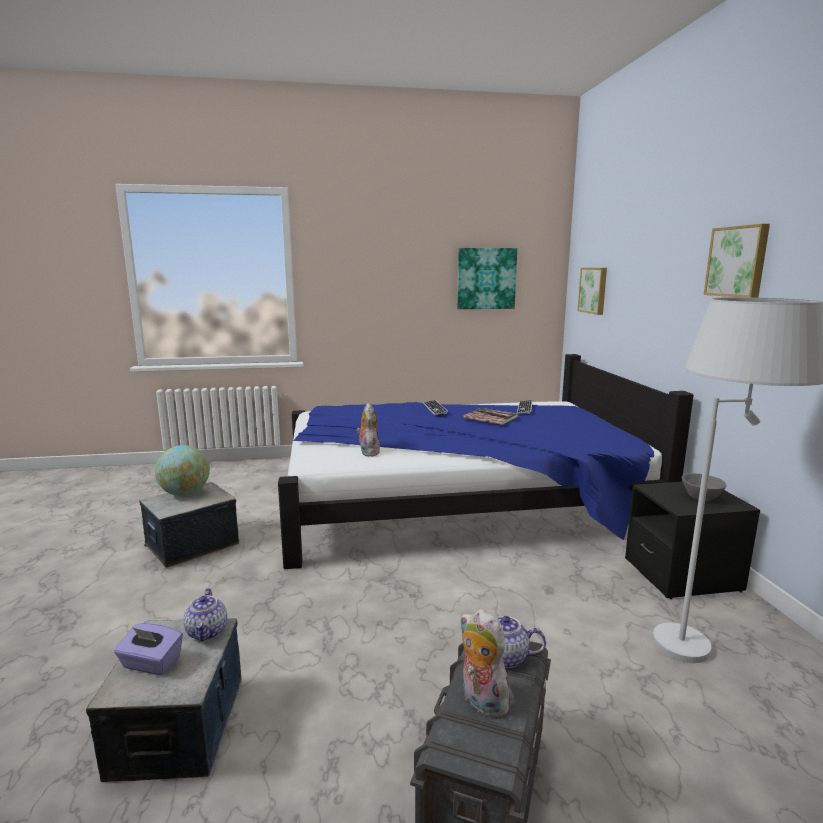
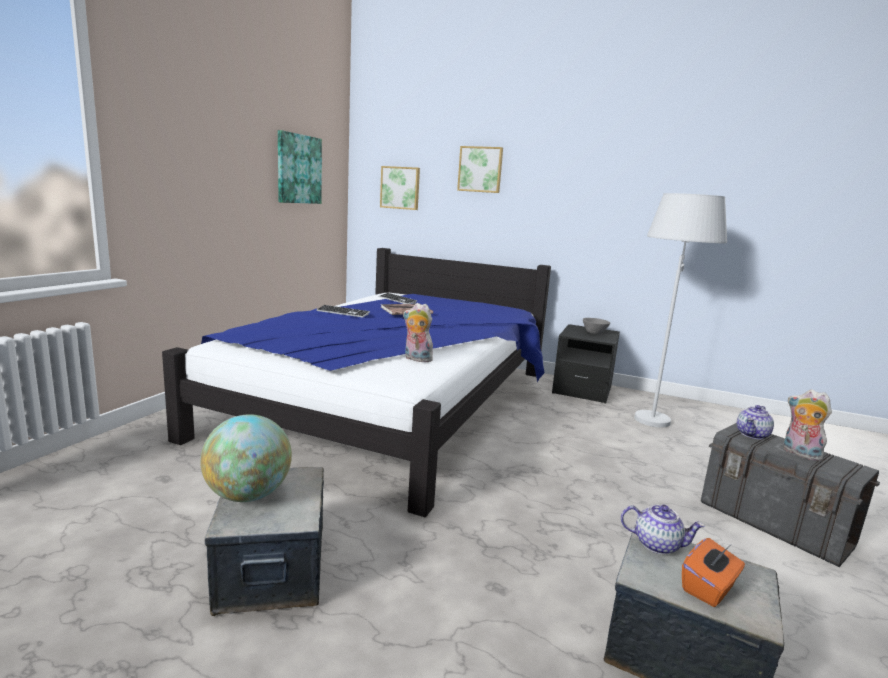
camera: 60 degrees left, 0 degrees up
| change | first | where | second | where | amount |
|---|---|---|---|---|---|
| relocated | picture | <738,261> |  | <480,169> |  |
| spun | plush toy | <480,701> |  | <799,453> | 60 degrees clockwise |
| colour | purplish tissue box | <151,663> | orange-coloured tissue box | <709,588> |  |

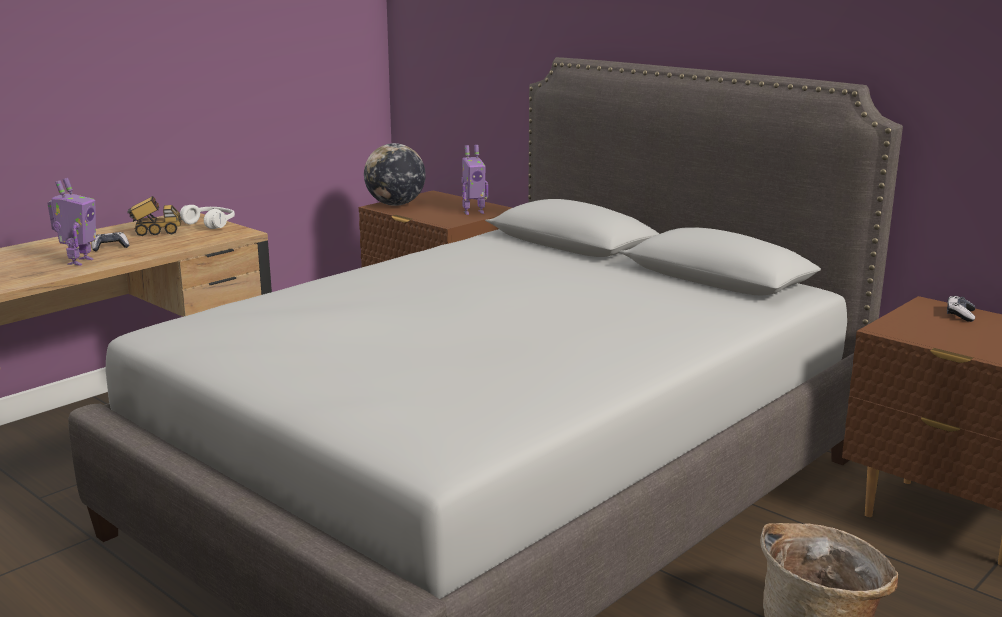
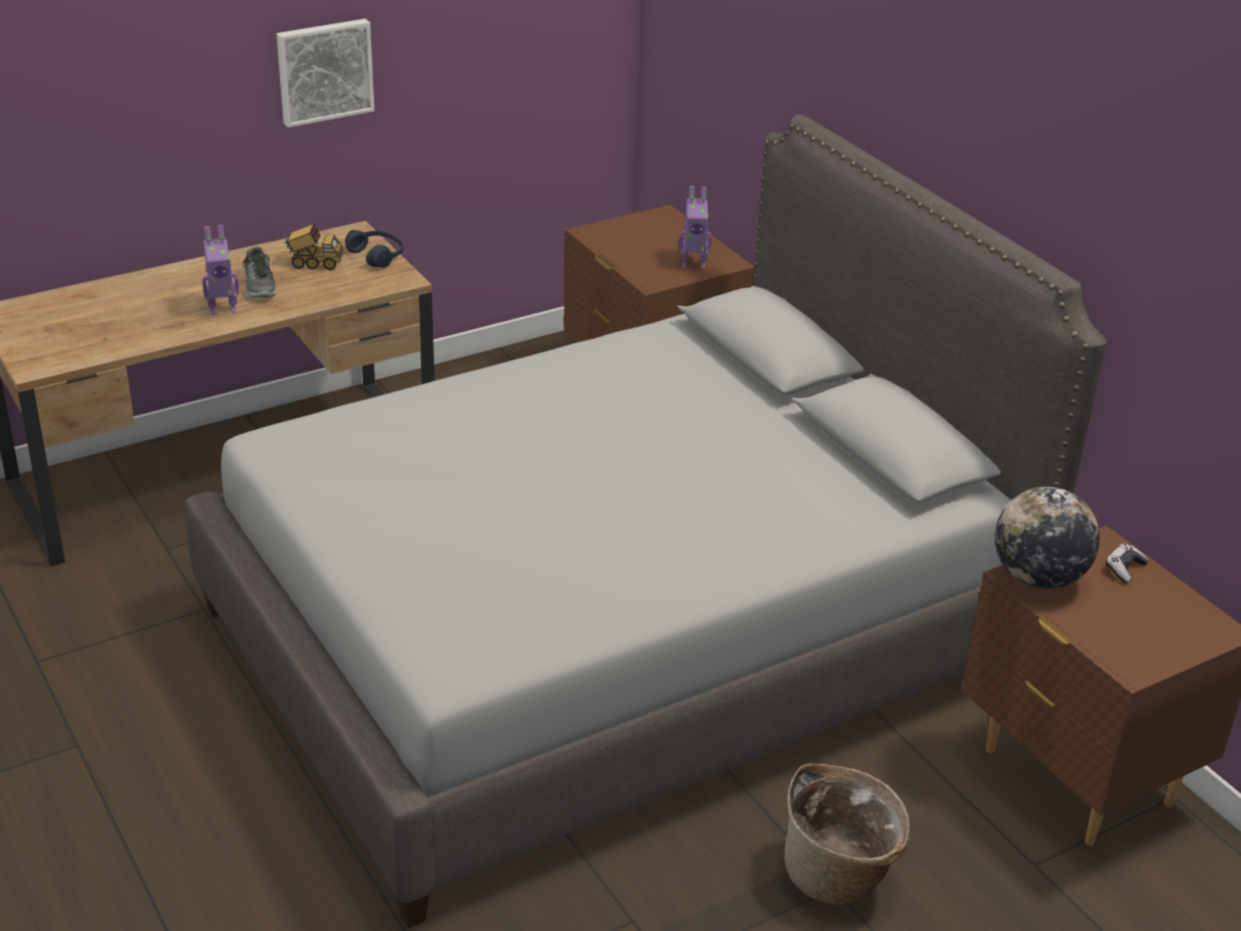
camera: 15 degrees right, 15 degrees up
| change | first | where | second | where | amount |
|---|---|---|---|---|---|
| relocated | globe | <395,204> |  | <1038,578> |  |
| spun | toy robot | <79,261> |  | <222,309> | 45 degrees clockwise |
| colour | whitish pair of headphones | <210,224> | blue-coloured pair of headphones | <377,256> |  |
| exchanged | joypad | <110,247> | low shoe | <260,286> |  |
| appeared |  |  | picture | <324,71> |  |

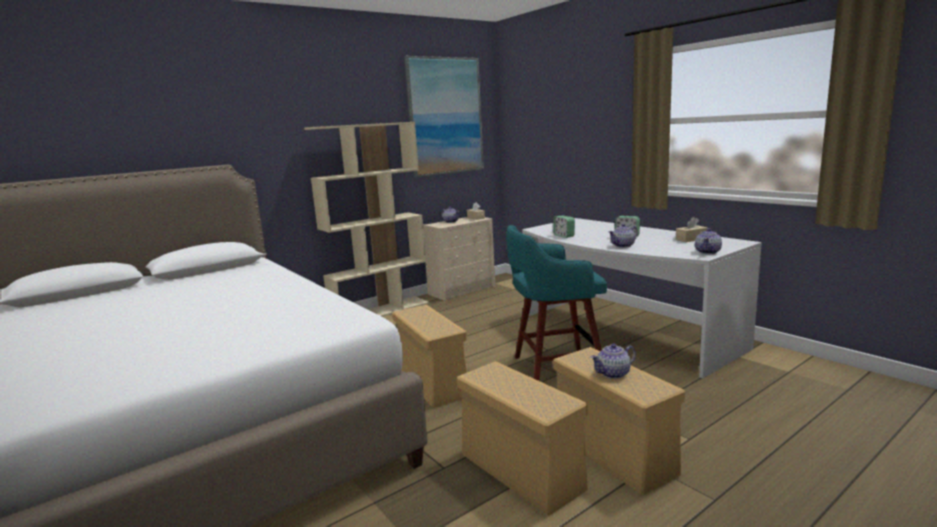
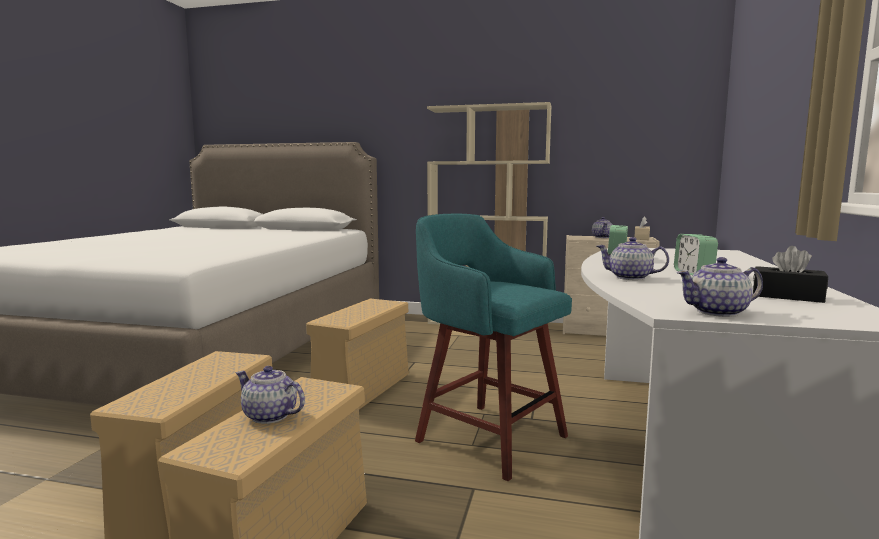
camera: 50 degrees right, 5 degrees down
| change | first | where | second | where | amount |
|---|---|---|---|---|---|
| missing | picture | <445,116> |  |  |  |
| colour | beige-coloured tissue box | <691,239> | blackish tissue box | <787,296> |  |

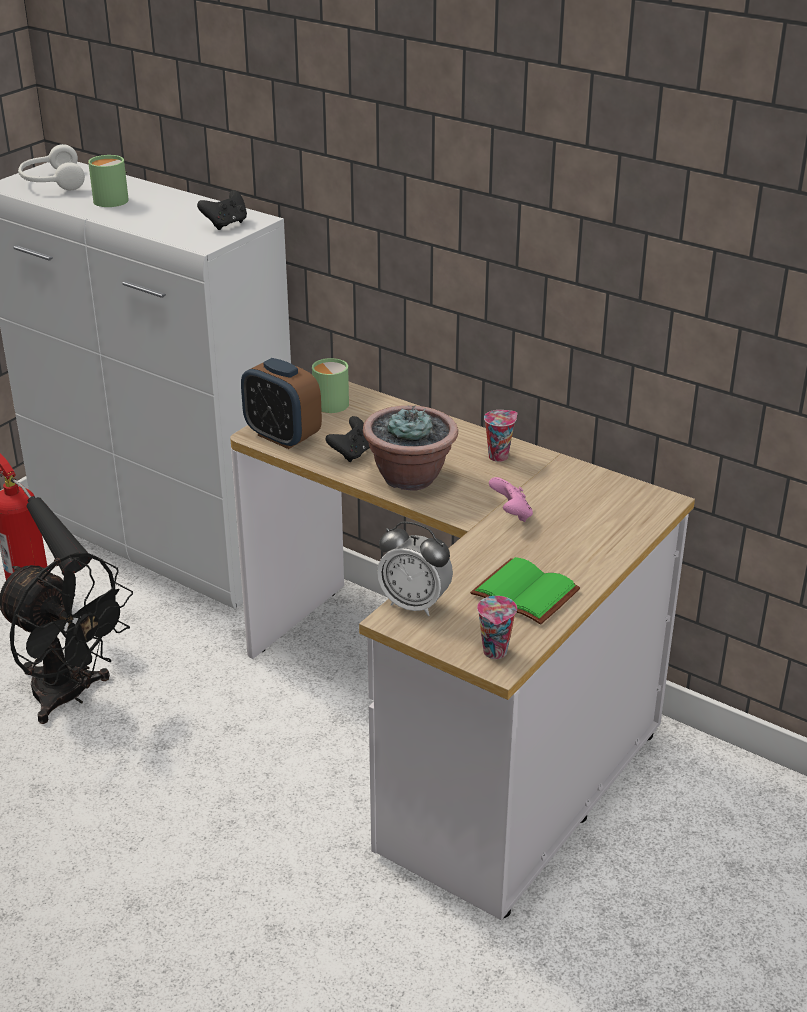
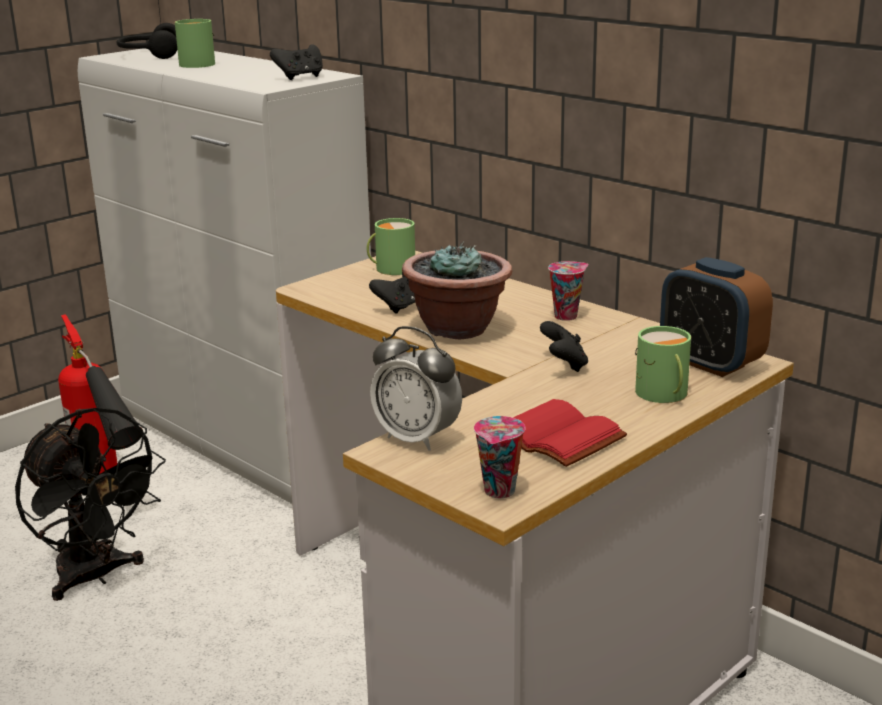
camera: 10 degrees right, 10 degrees down
| change | first | where | second | where | amount |
|---|---|---|---|---|---|
| colour | whitish pair of headphones | <51,182> | blackish pair of headphones | <149,55> |  |
| relocated | alarm clock | <282,436> |  | <710,363> |  |
| colour | pink joypad | <511,514> | blackish joypad | <564,365> |  |
| colour | green book | <522,594> | red book | <553,437> |  |
| appeared |  |  | green tea mug | <663,394> |  |

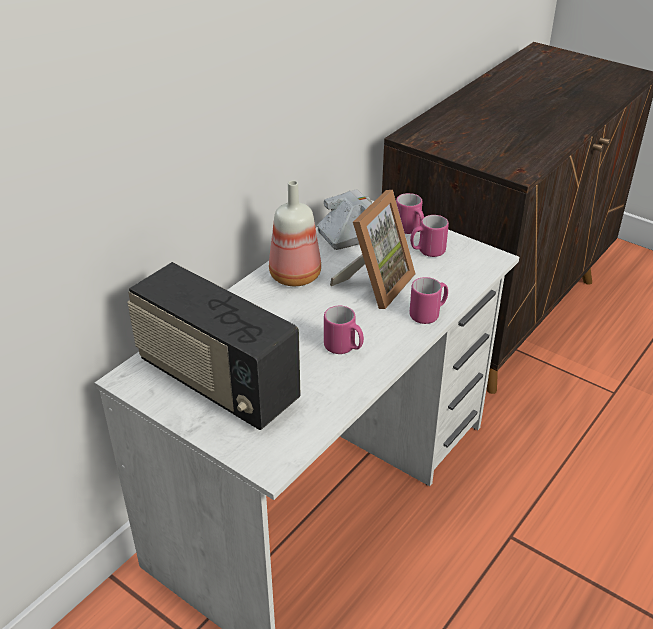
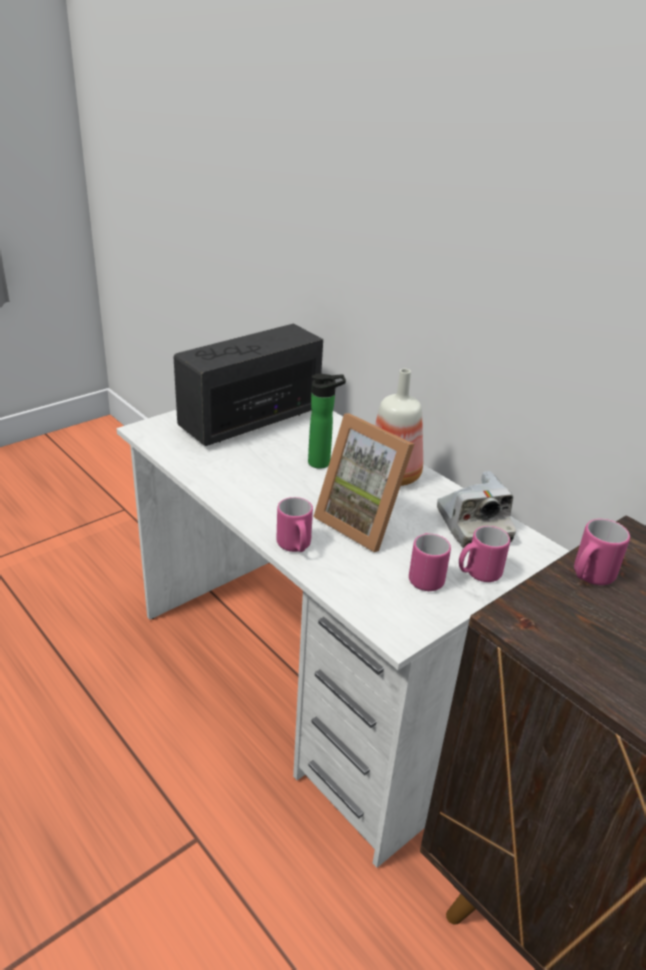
camera: 100 degrees right, 5 degrees down
| change | first | where | second | where | amount |
|---|---|---|---|---|---|
| relocated | pink tea mug | <344,348> |  | <589,577> |  |
| appeared |  |  | bottle | <322,463> |  |

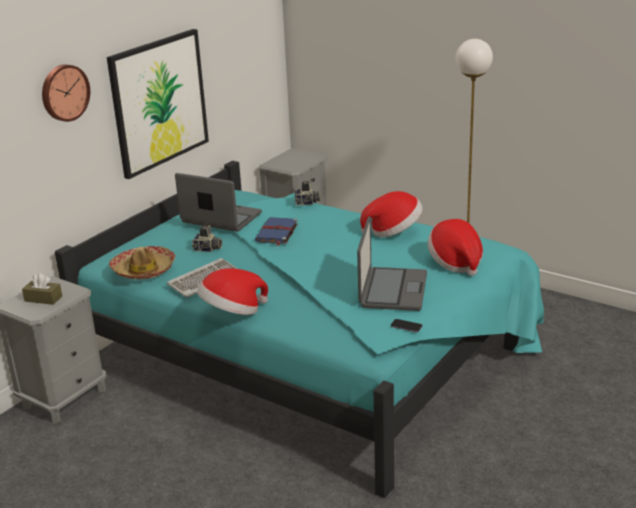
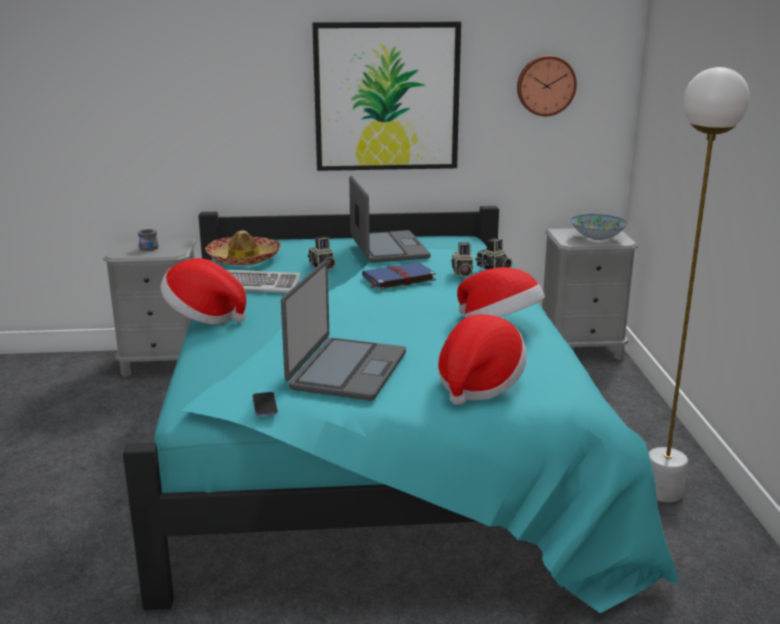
camera: 50 degrees right, 5 degrees down
| change | first | where | second | where | amount |
|---|---|---|---|---|---|
| relocated | wall clock | <64,92> |  | <545,85> |  |
| spun | portable computer | <392,290> |  | <346,370> | 45 degrees counterclockwise |
| exchanged | brown tissue box | <43,299> | gray tea mug | <148,247> |  |
| appeared |  |  | bowl | <597,238> |  |
| appeared |  |  | still camera | <462,273> |  |

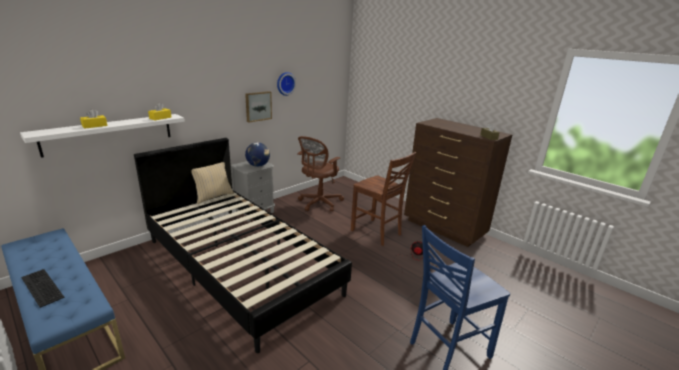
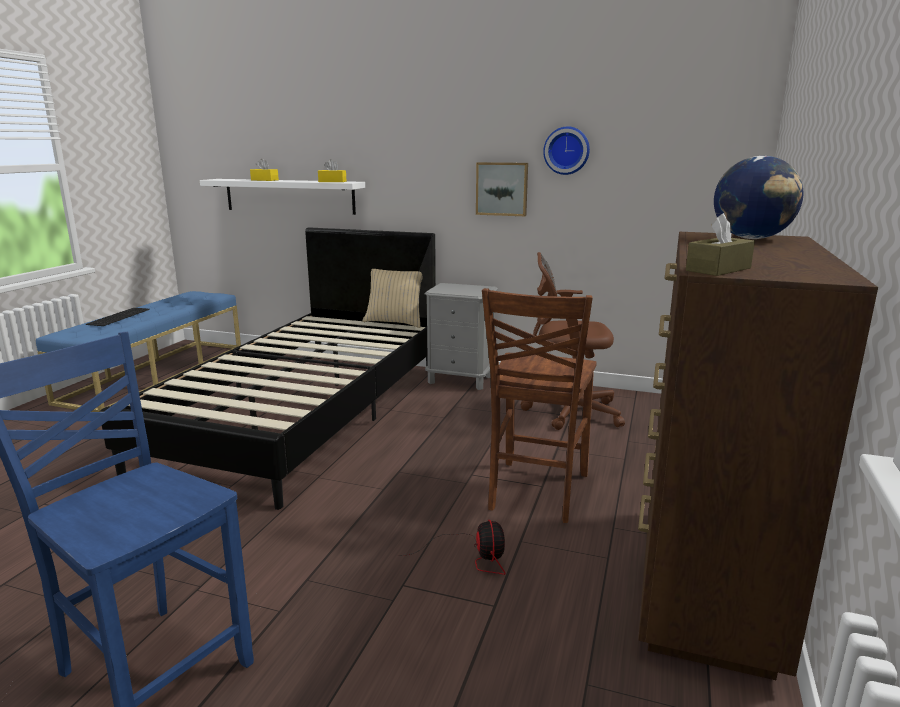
camera: 65 degrees right, 5 degrees down
| change | first | where | second | where | amount |
|---|---|---|---|---|---|
| relocated | globe | <258,165> |  | <752,238> |  |

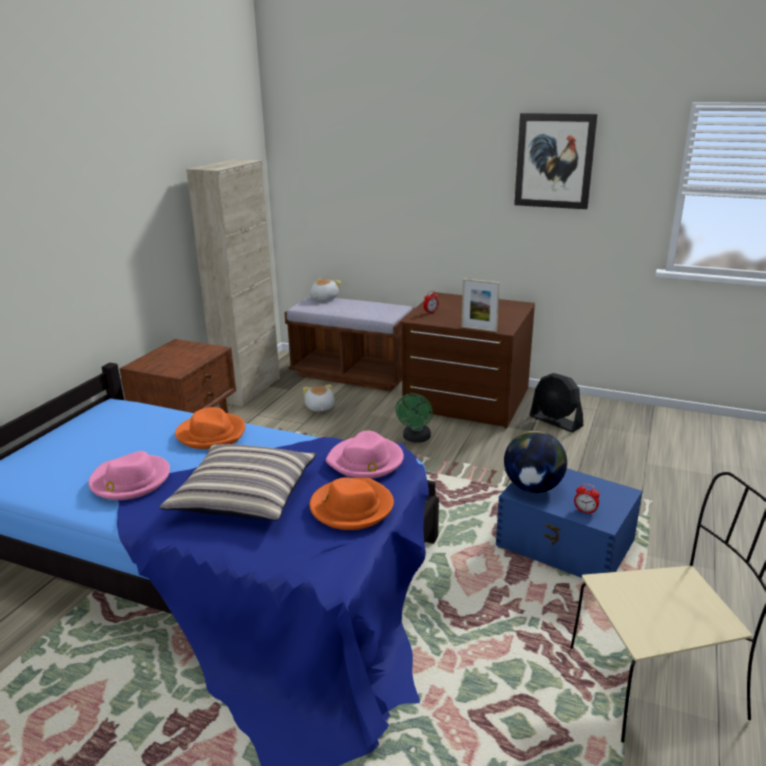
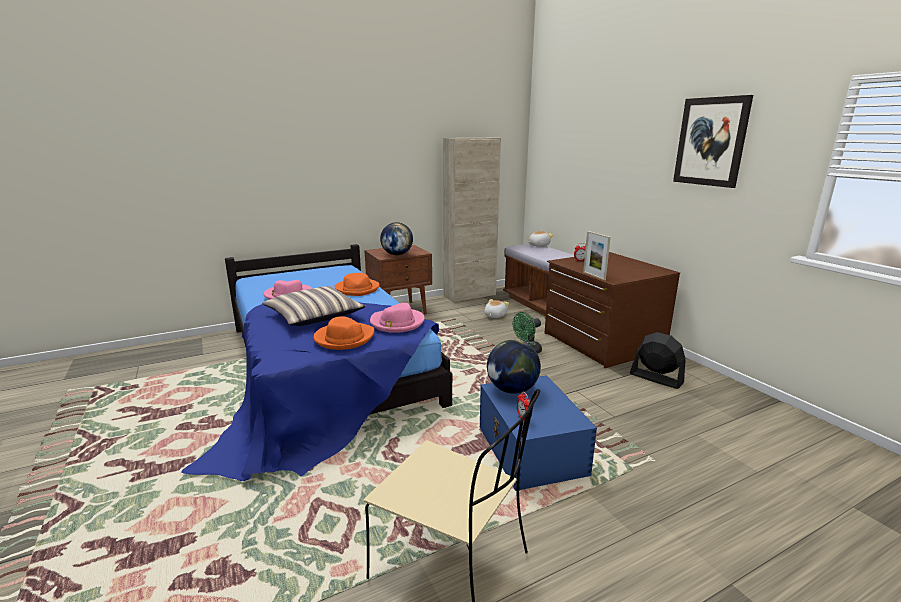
camera: 40 degrees right, 5 degrees down
| change | first | where | second | where | amount |
|---|---|---|---|---|---|
| spun | blackish cooling fan | <555,421> |  | <655,378> | 135 degrees clockwise |
| appeared |  |  | globe | <397,254> |  |

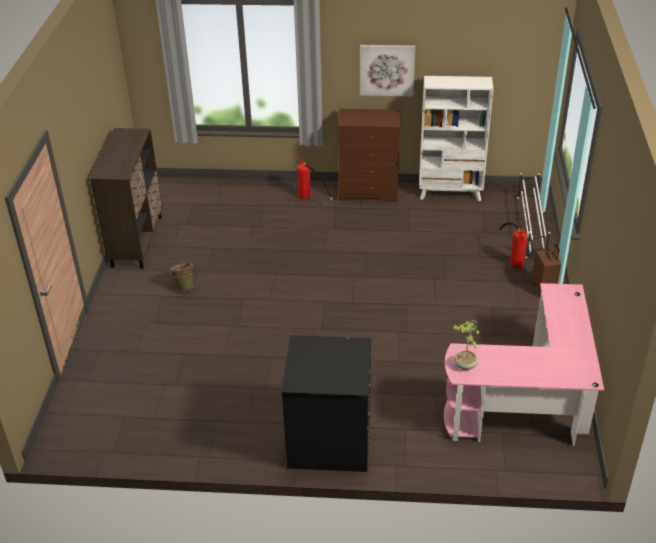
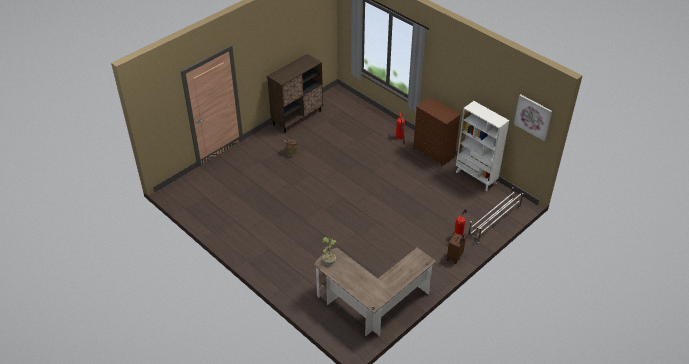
camera: 40 degrees right, 5 degrees up
| change | first | where | second | where | amount |
|---|---|---|---|---|---|
| relocated | picture | <387,69> |  | <533,117> |  |
| colour | pink desk | <530,404> | brown desk | <371,305> |  |
| missing | blackish laundry appliance | <329,441> |  |  |  |

